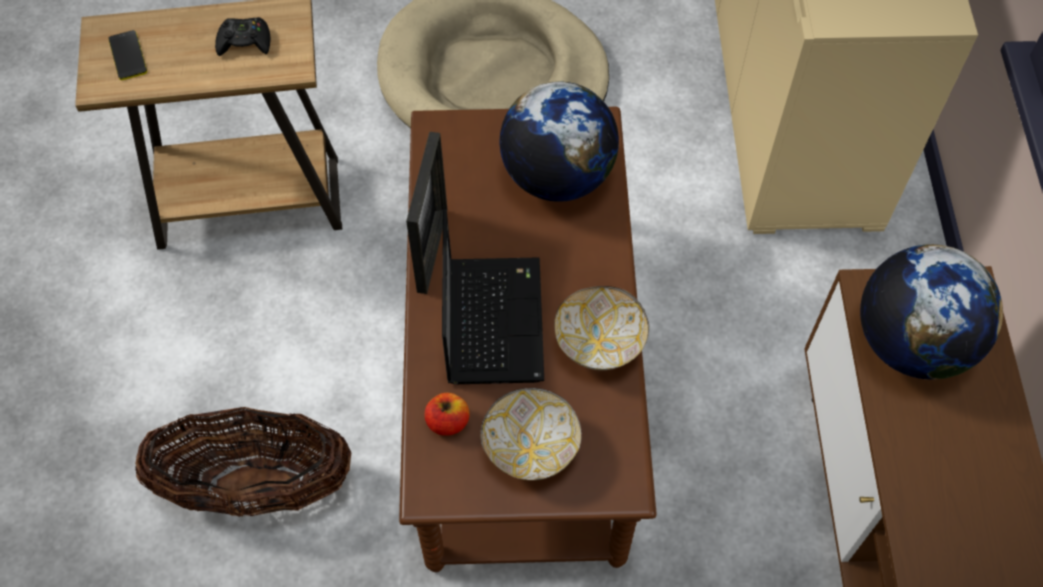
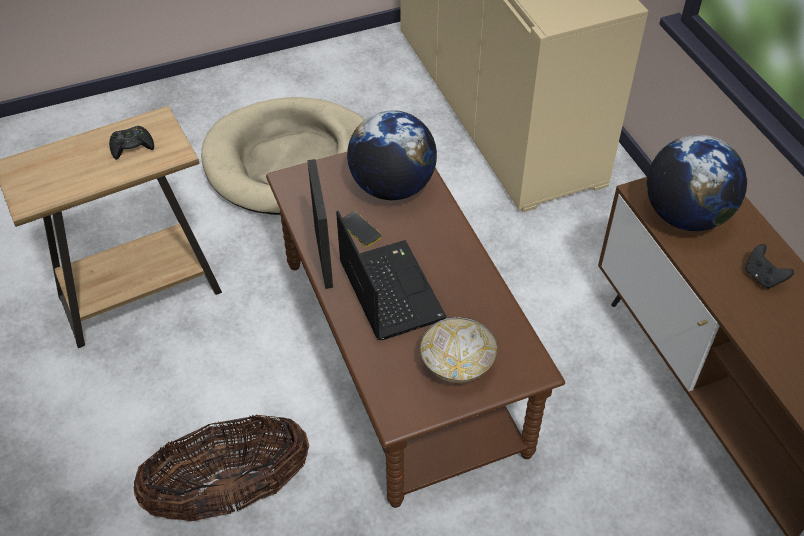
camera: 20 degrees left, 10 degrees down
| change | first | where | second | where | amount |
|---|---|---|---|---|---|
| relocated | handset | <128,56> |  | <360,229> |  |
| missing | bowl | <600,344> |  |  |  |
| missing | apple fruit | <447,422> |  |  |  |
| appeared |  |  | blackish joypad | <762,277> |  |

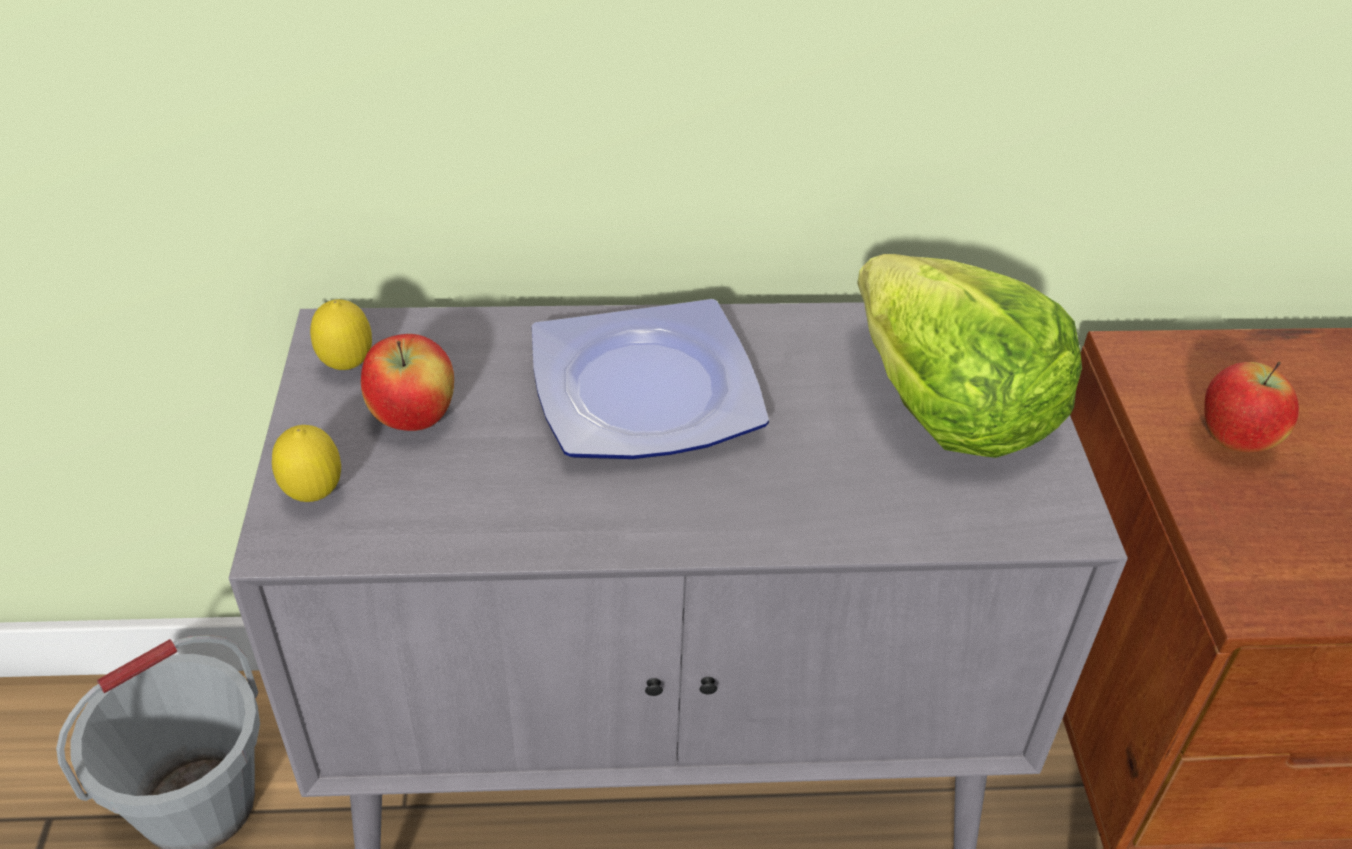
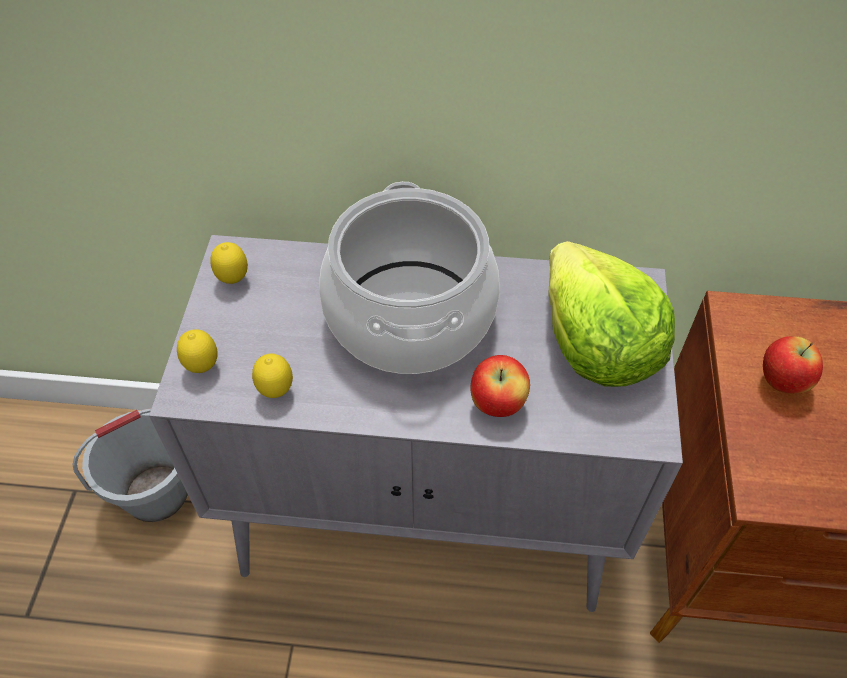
camera: 10 degrees right, 10 degrees up
| change | first | where | second | where | amount |
|---|---|---|---|---|---|
| exchanged | dinner plate | <650,394> | stockpot | <411,316> |  |
| relocated | apple fruit | <414,419> |  | <498,404> |  |
| appeared |  |  | lemon | <276,391> |  |

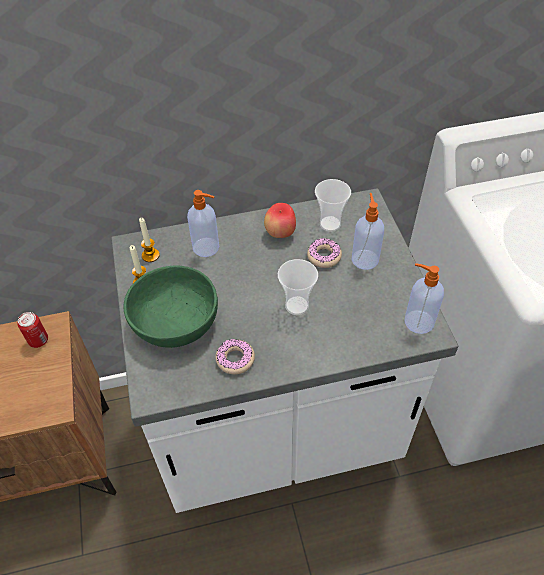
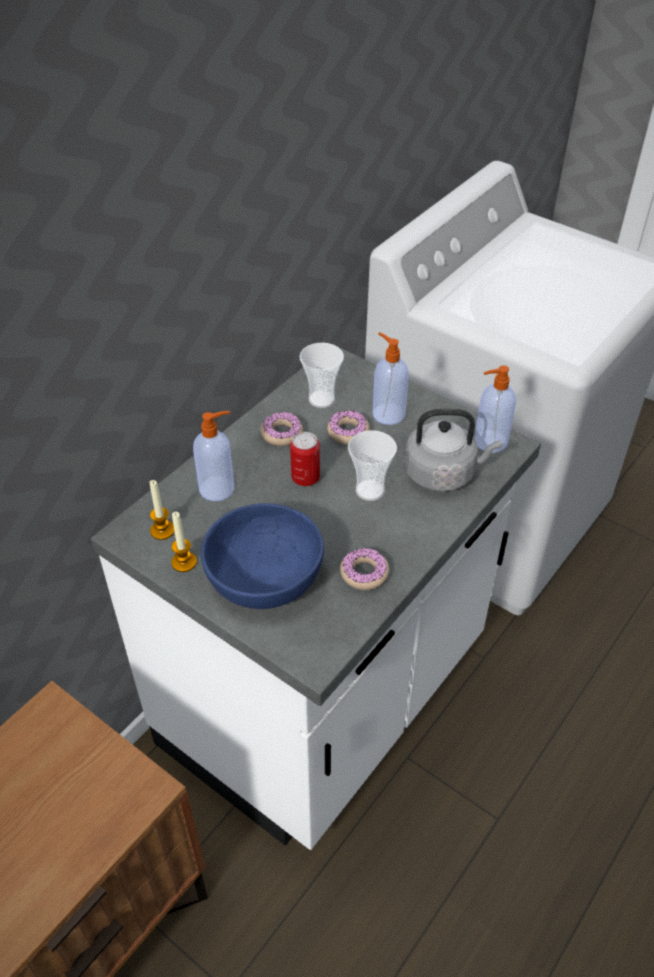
camera: 40 degrees left, 5 degrees down
| change | first | where | second | where | amount |
|---|---|---|---|---|---|
| exchanged | apple fruit | <280,233> | doughnut | <282,434> |  |
| colour | green bowl | <175,321> | blue-coloured bowl | <263,577> |  |
| relocated | sealed can | <38,340> |  | <305,478> |  |
| appeared |  |  | gray tea kettle | <443,473> |  |

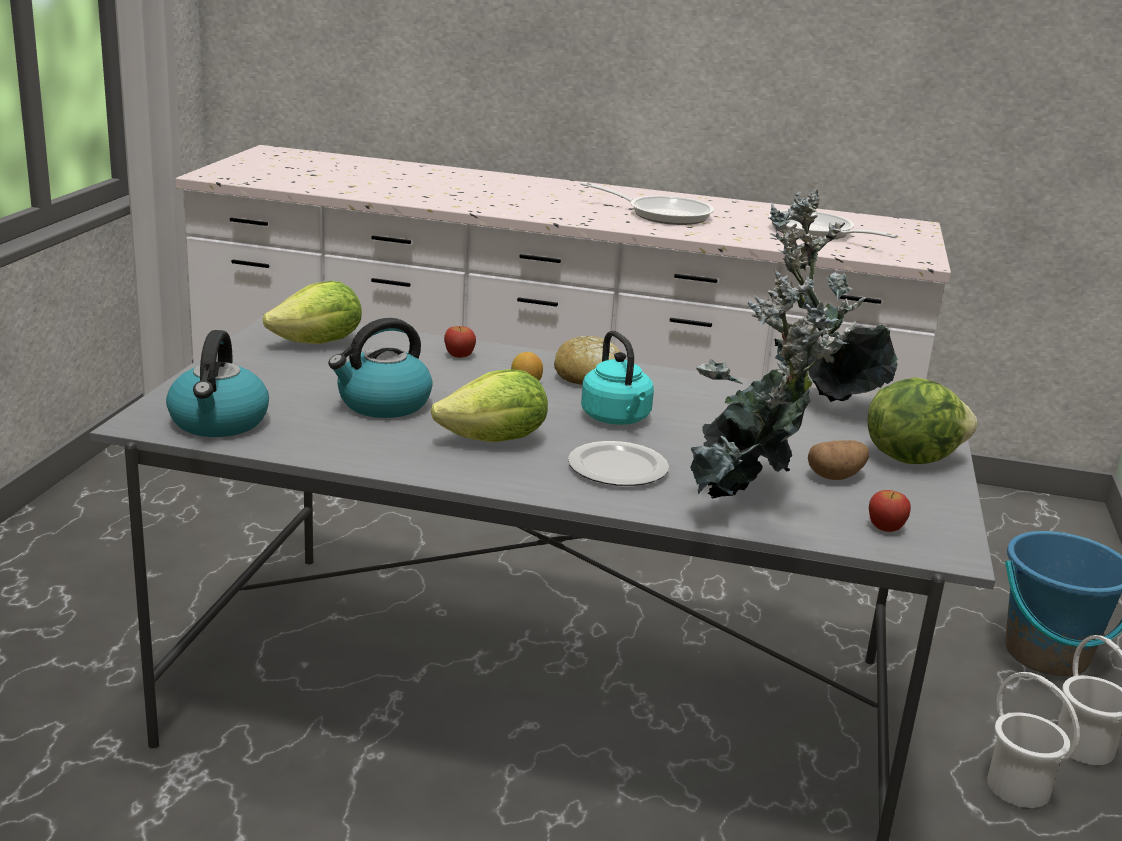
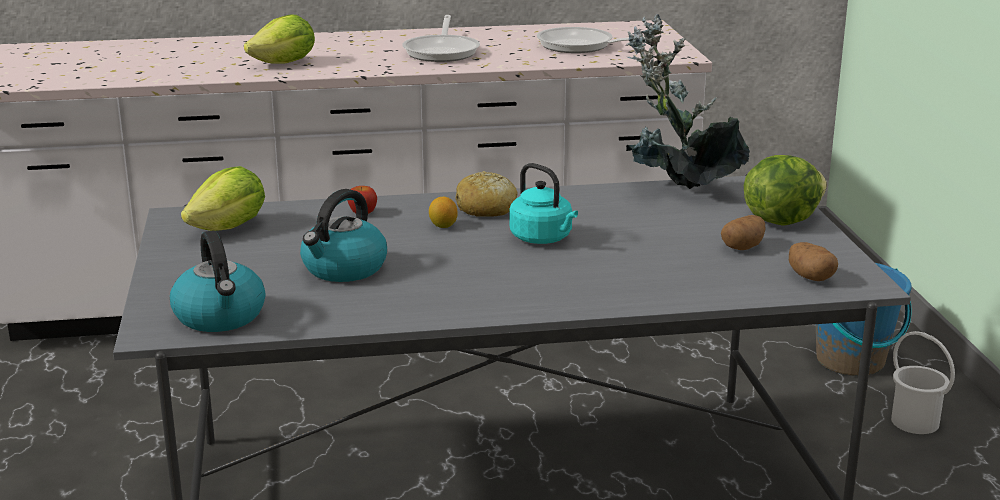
camera: 20 degrees left, 0 degrees up
| change | first | where | second | where | amount |
|---|---|---|---|---|---|
| spun | pan | <662,214> |  | <442,51> | 90 degrees clockwise |
| missing | potted plant | <745,503> |  |  |  |
| relocated | head of lettuce | <495,440> |  | <284,63> |  |
| missing | dinner plate | <617,469> |  |  |  |
| exchanged | apple fruit | <885,528> | spud | <810,277> |  |
| missing | whitish bucket | <1018,787> |  |  |  |

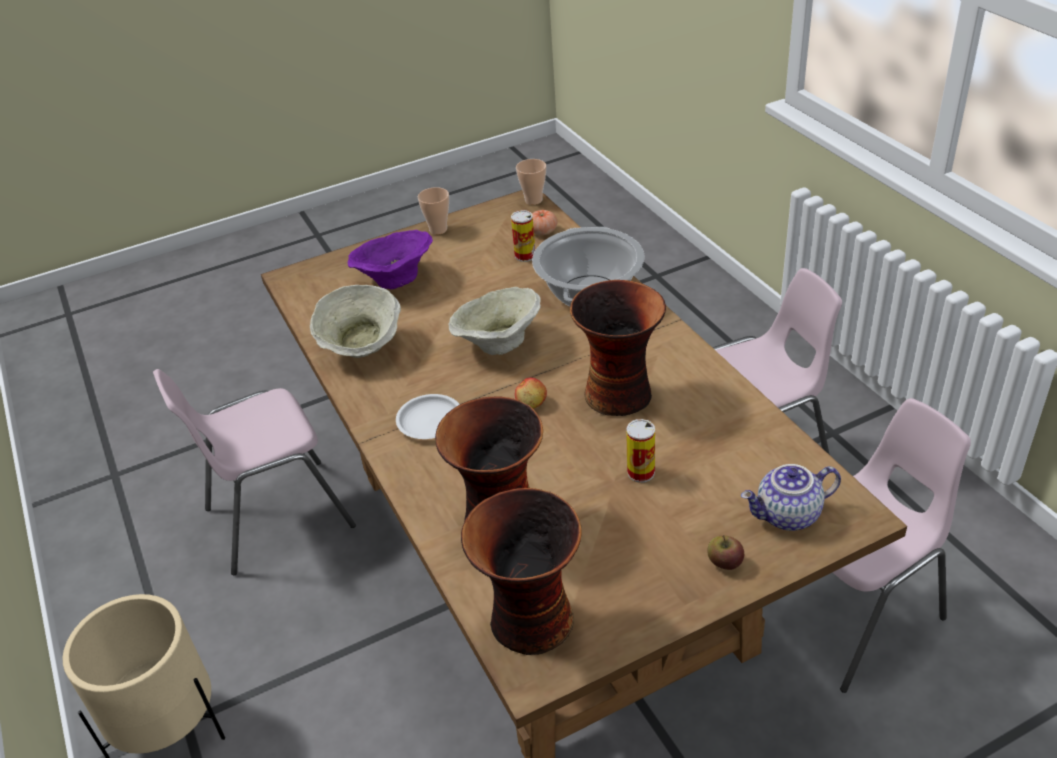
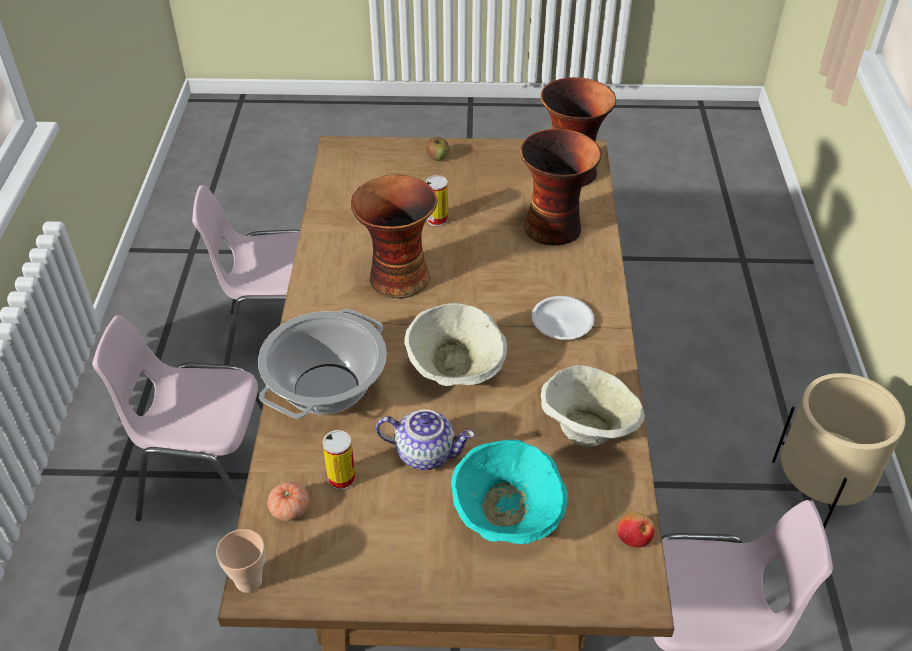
camera: 155 degrees left, 5 degrees up
| change | first | where | second | where | amount |
|---|---|---|---|---|---|
| missing | small cup | <438,230> |  |  |  |
| colour | purplish bowl | <395,280> | turquoise bowl | <508,517> |  |
| relocated | apple fruit | <531,403> |  | <634,537> |  |
| relocated | teapot | <788,516> |  | <426,453> |  |

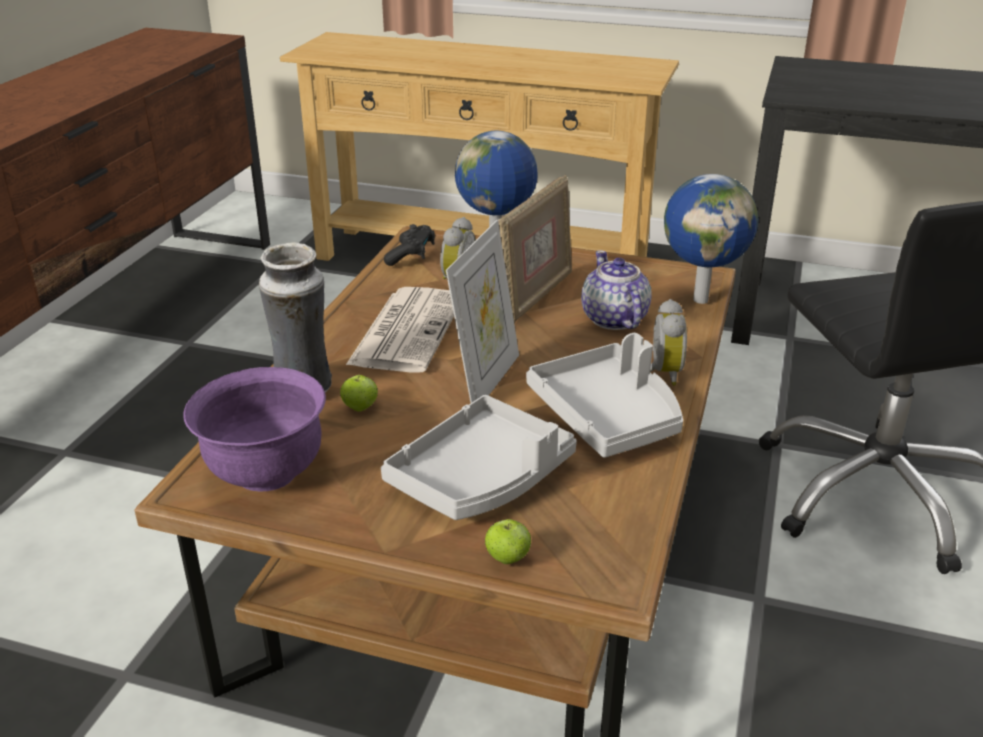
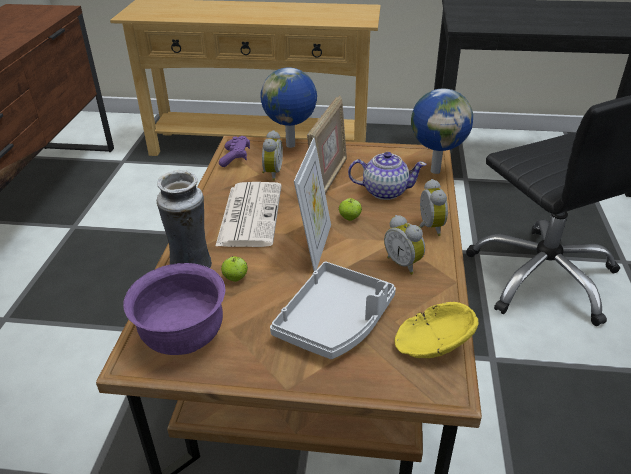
camera: 10 degrees left, 5 degrees up
| change | first | where | second | where | amount |
|---|---|---|---|---|---|
| colour | blackish joypad | <411,256> | purplish joypad | <235,158> |  |
| spun | teapot | <614,319> |  | <384,191> | 120 degrees clockwise |
| exchanged | gray tray | <608,416> | alarm clock | <404,263> |  |
| relocated | apple fruit | <507,558> |  | <350,218> |  |
| appeared |  |  | yellowish bowl | <431,344> |  |

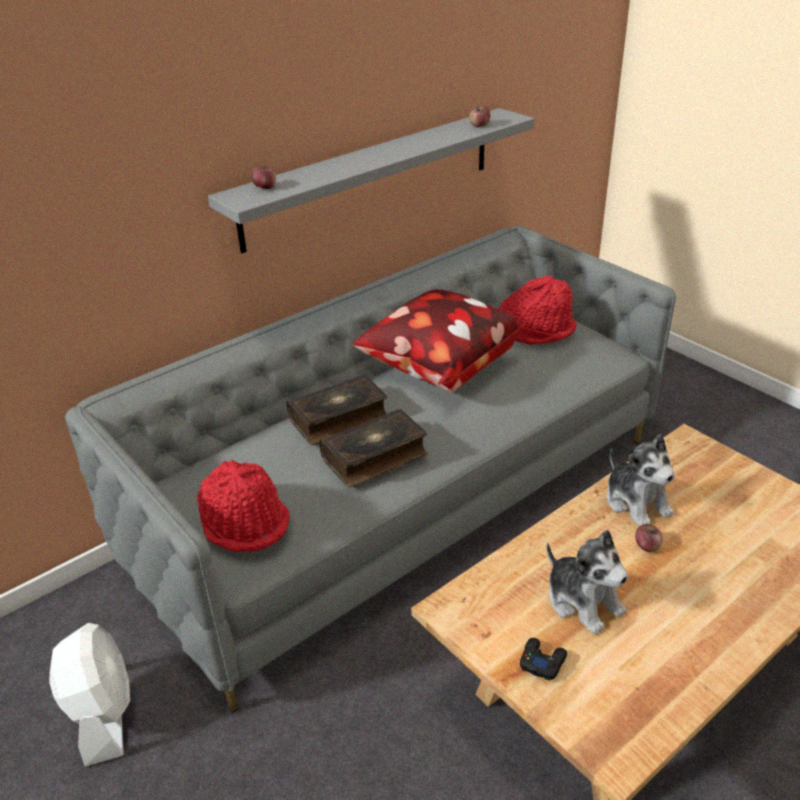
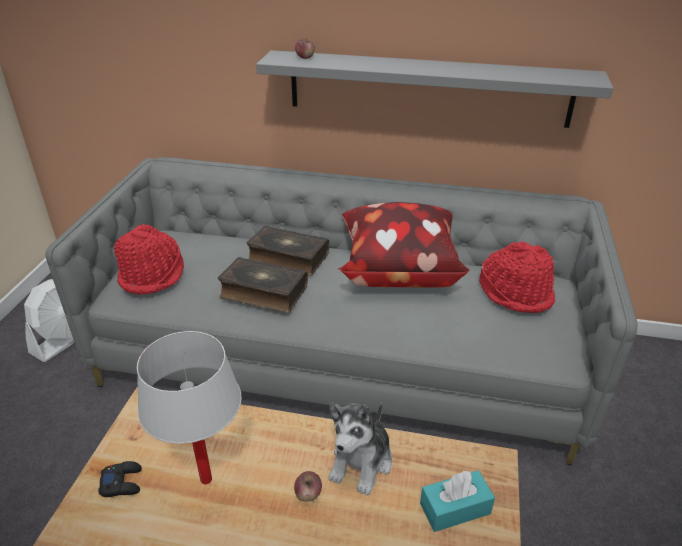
camera: 50 degrees right, 0 degrees up
| change | first | where | second | where | amount |
|---|---|---|---|---|---|
| missing | apple fruit | <479,125> |  |  |  |
| exchanged | plush toy | <583,601> | whitish tabletop lamp | <206,479> |  |
| appeared |  |  | turquoise tissue box | <455,508> |  |

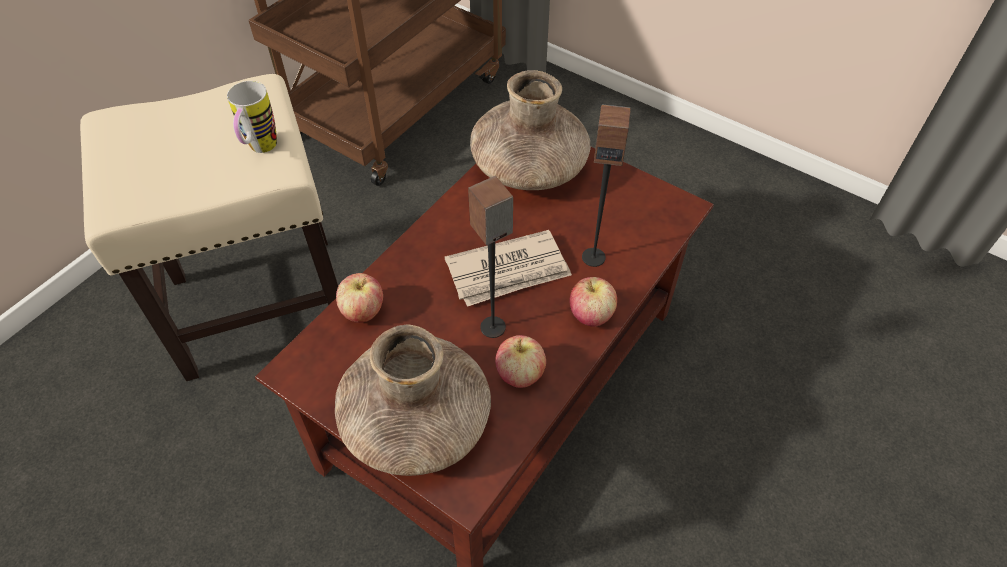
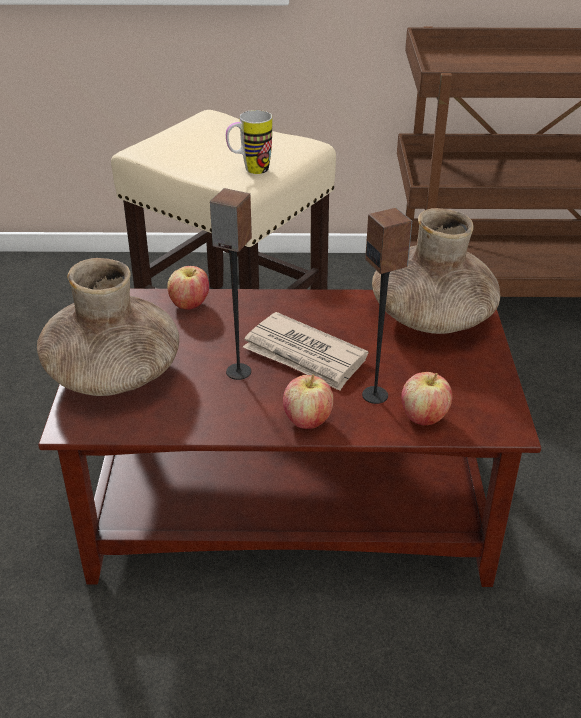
camera: 55 degrees right, 15 degrees down
| change | first | where | second | where | amount |
|---|---|---|---|---|---|
| relocated | apple fruit | <520,374> |  | <424,417> |  |

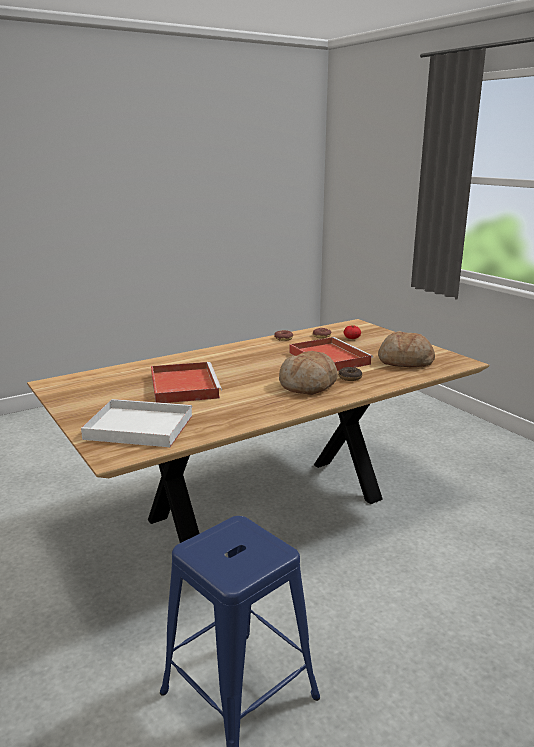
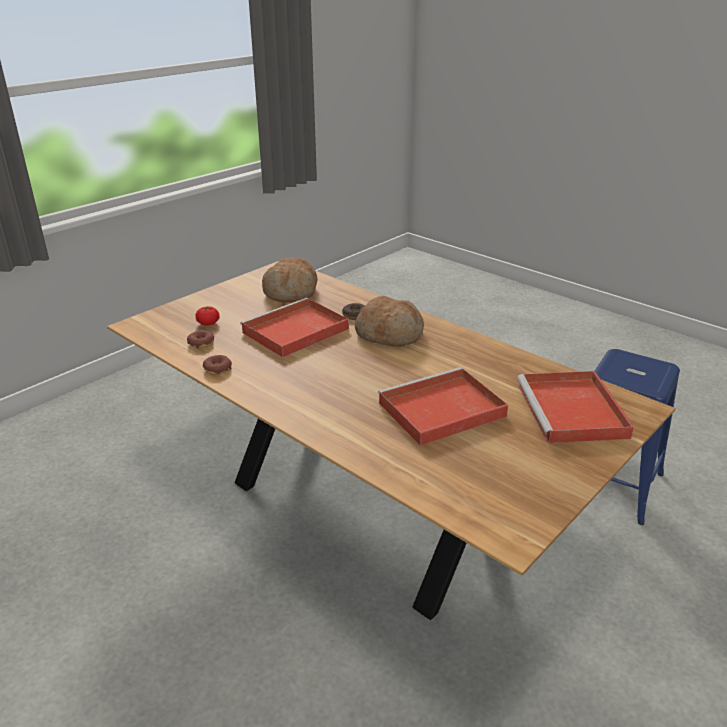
camera: 105 degrees left, 10 degrees up
| change | first | where | second | where | amount |
|---|---|---|---|---|---|
| colour | whitish tray | <137,427> | red tray | <573,412> |  |

